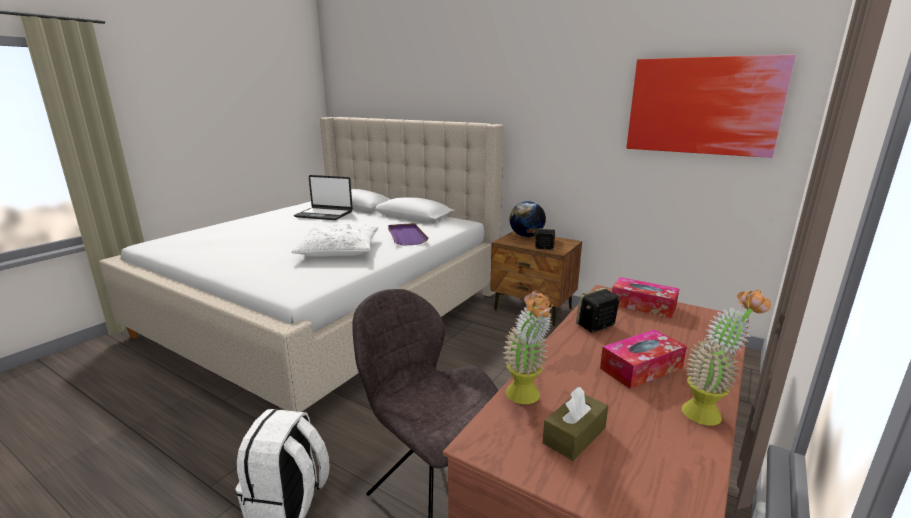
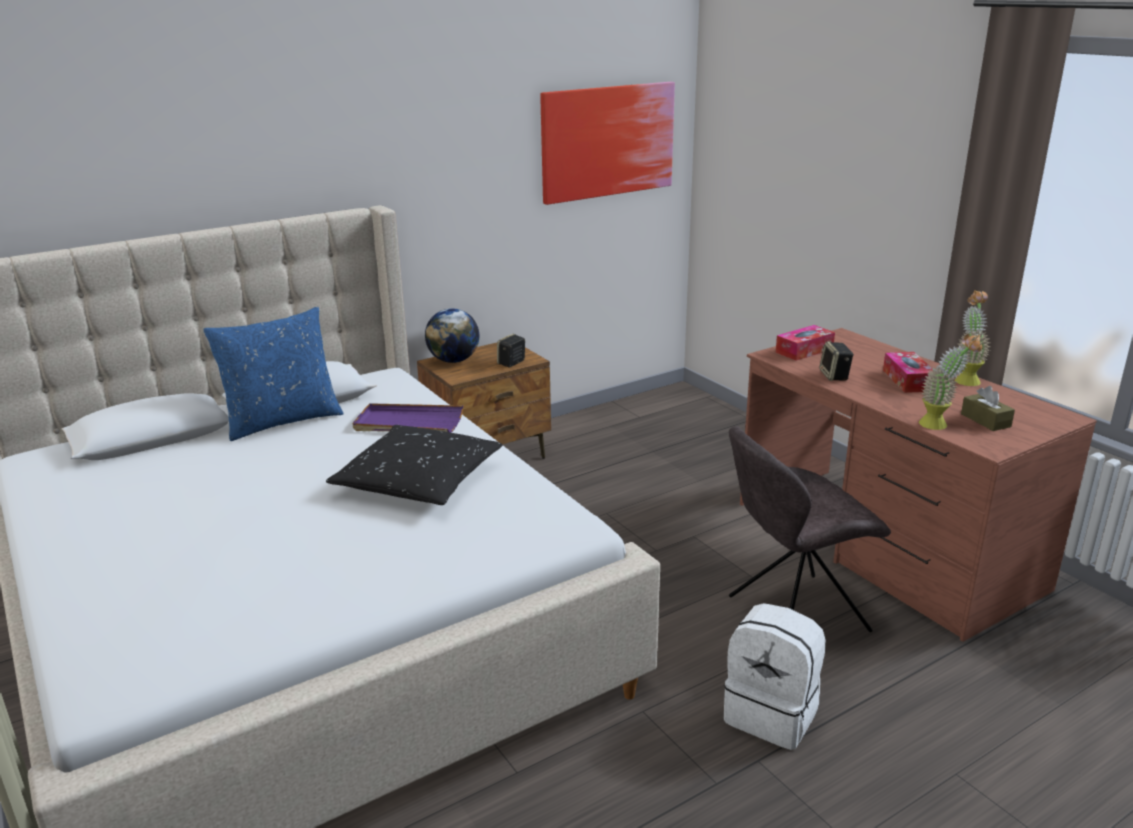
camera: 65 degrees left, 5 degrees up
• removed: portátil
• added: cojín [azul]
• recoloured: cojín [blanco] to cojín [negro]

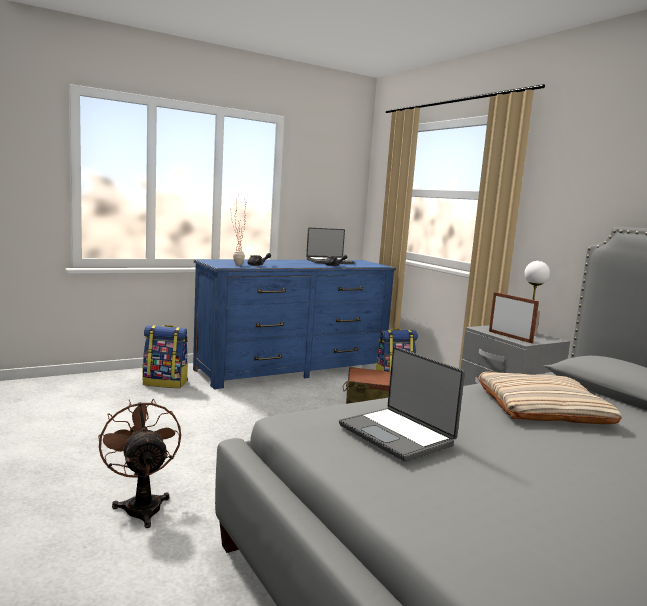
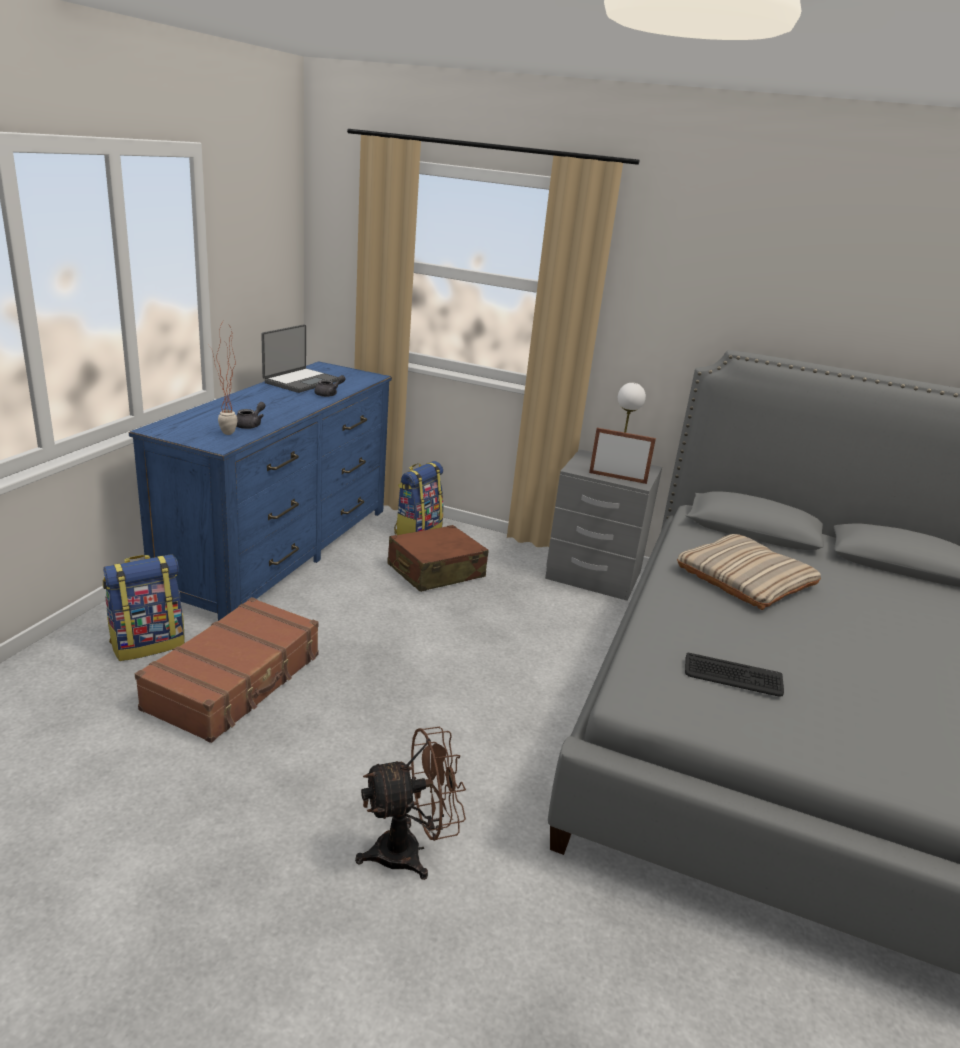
camera: 40 degrees left, 15 degrees up
• added: maleta [marrón] (1st from left)
• replaced: portátil (2nd from left) to teclado
• turned: ventilador [marrón] 135 degrees clockwise

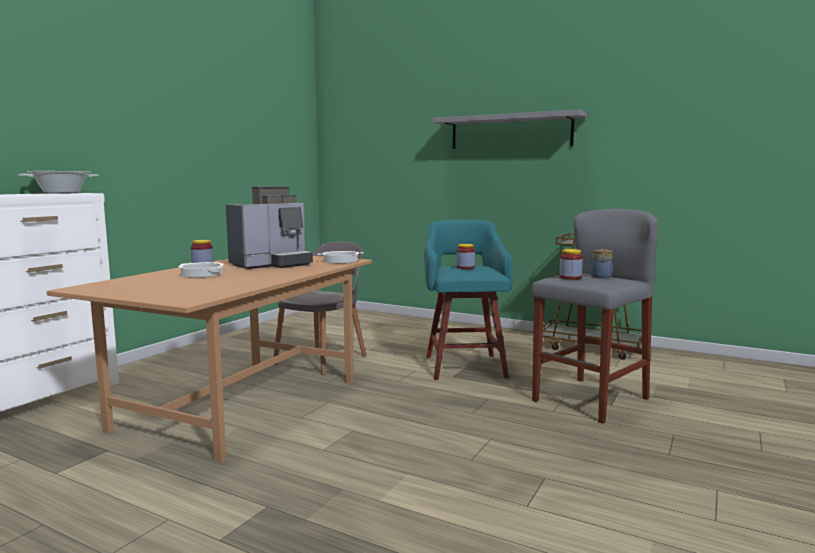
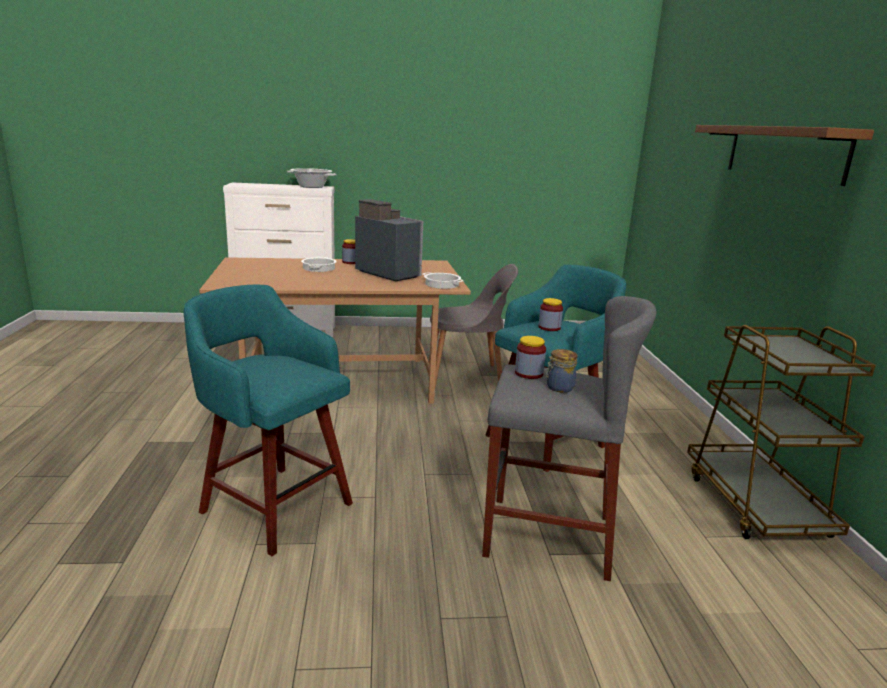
camera: 55 degrees right, 10 degrees up
• added: taburete [turquesa] (1st from left)
• recoloured: estante [gris] to estante [marrón]
• turned: cafetera 150 degrees counterclockwise

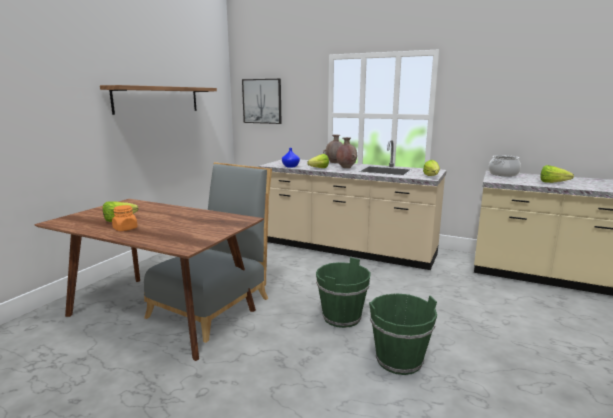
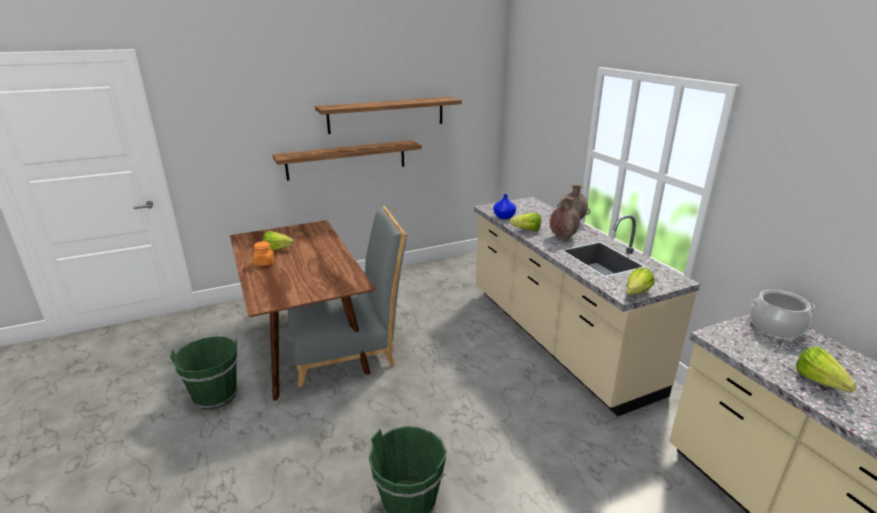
camera: 40 degrees right, 10 degrees up
• removed: cuadro
• added: estante (1st from left)
• moved: cubo [verde] (1st from left)

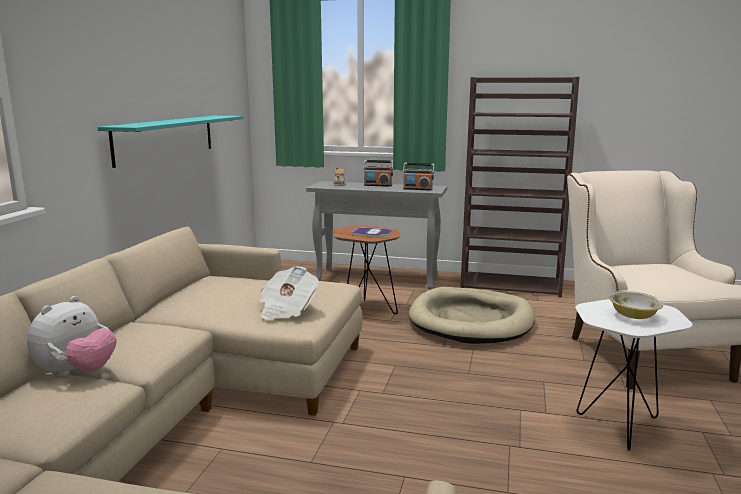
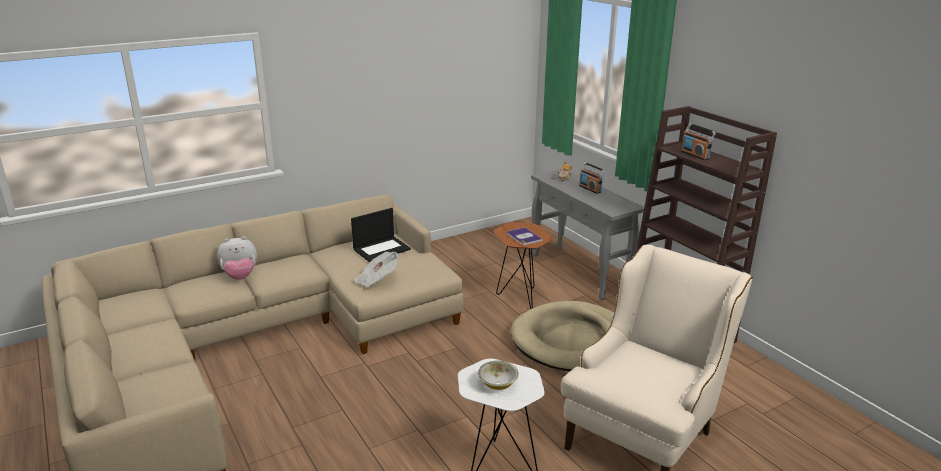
camera: 45 degrees right, 10 degrees up
• removed: estante [turquesa]
• added: portátil
• moved: radio (2nd from left)

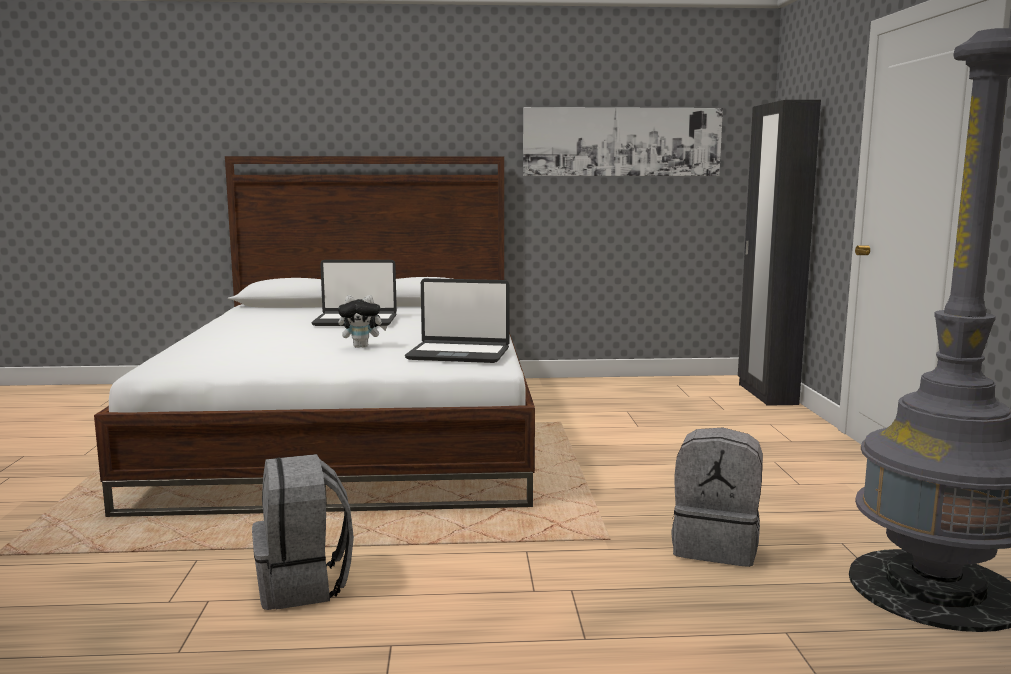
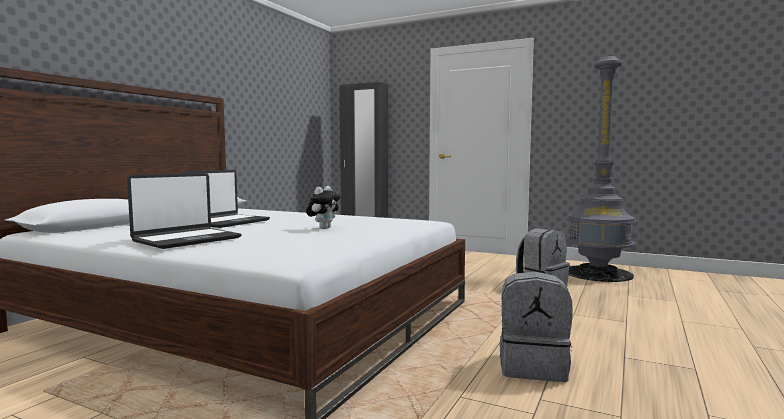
camera: 60 degrees left, 5 degrees down
• removed: cuadro
• moved: portátil (2nd from left in the first image) to portátil (1st from left)

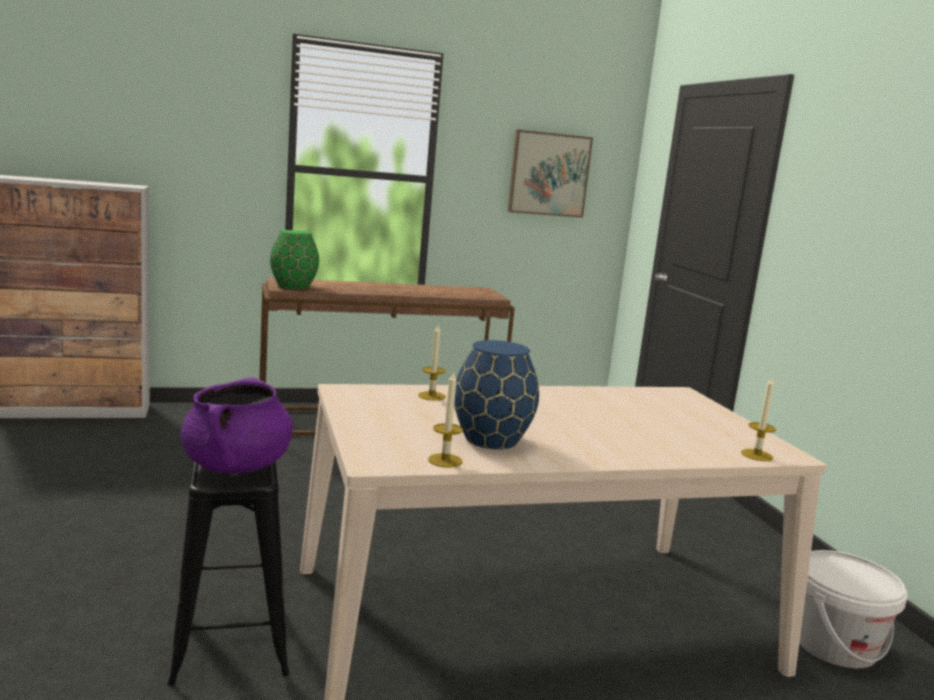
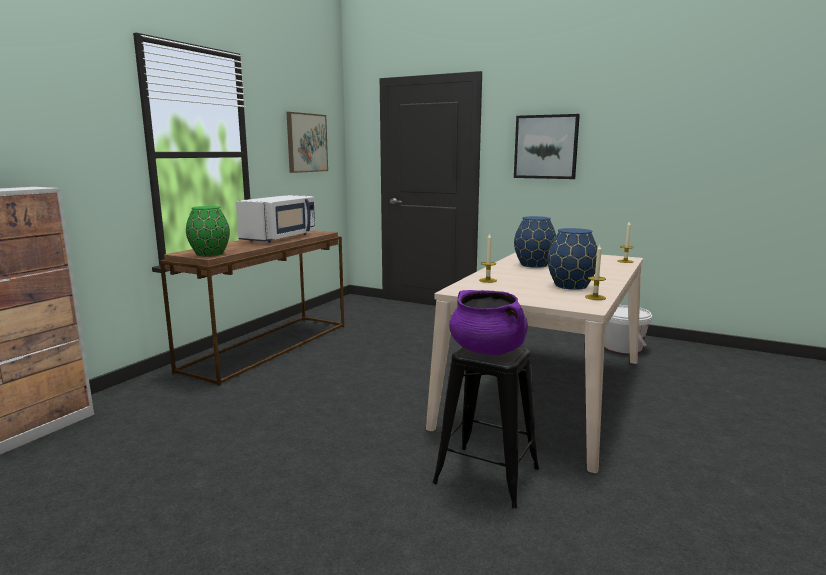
camera: 45 degrees left, 0 degrees up
• added: microondas [blanco]
• added: cuadro (2nd from left)
• added: florero [azul] (1st from left)

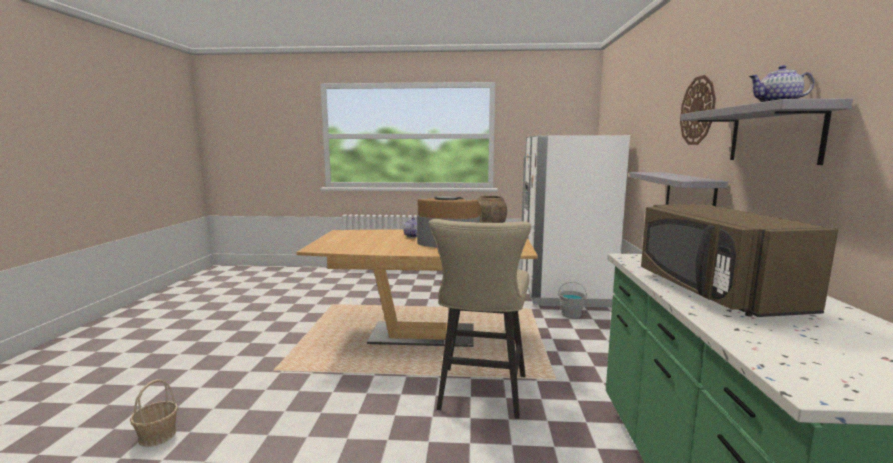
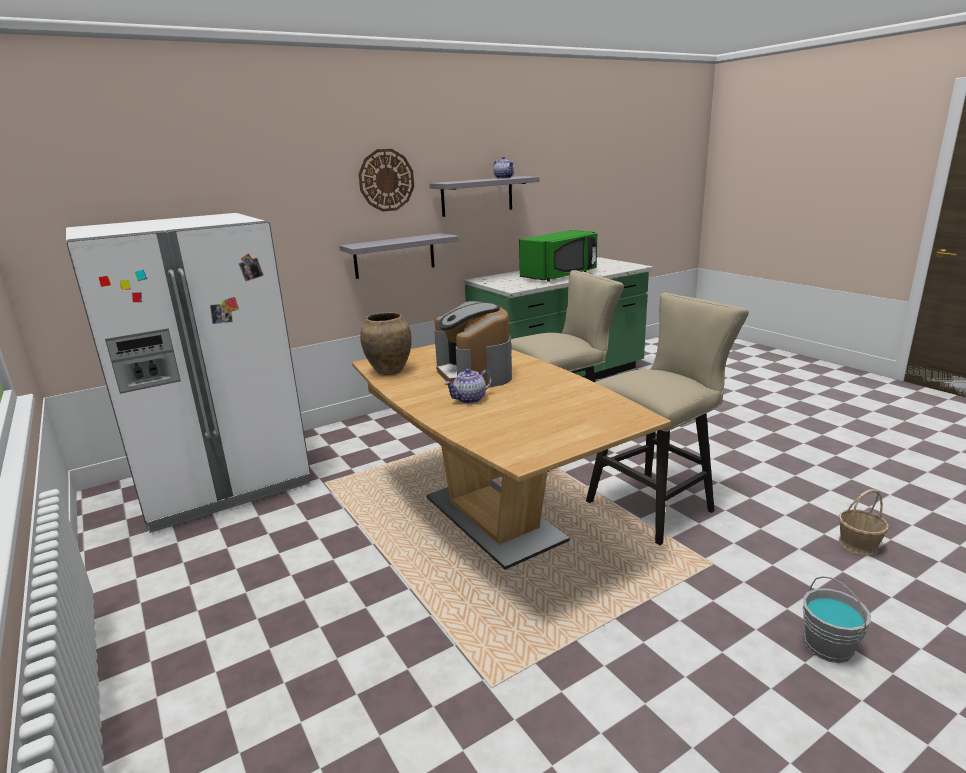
camera: 125 degrees left, 10 degrees up
• added: taburete [beis] (2nd from left)
• moved: cubo [gris]
• recoloured: microondas [marrón] to microondas [verde]

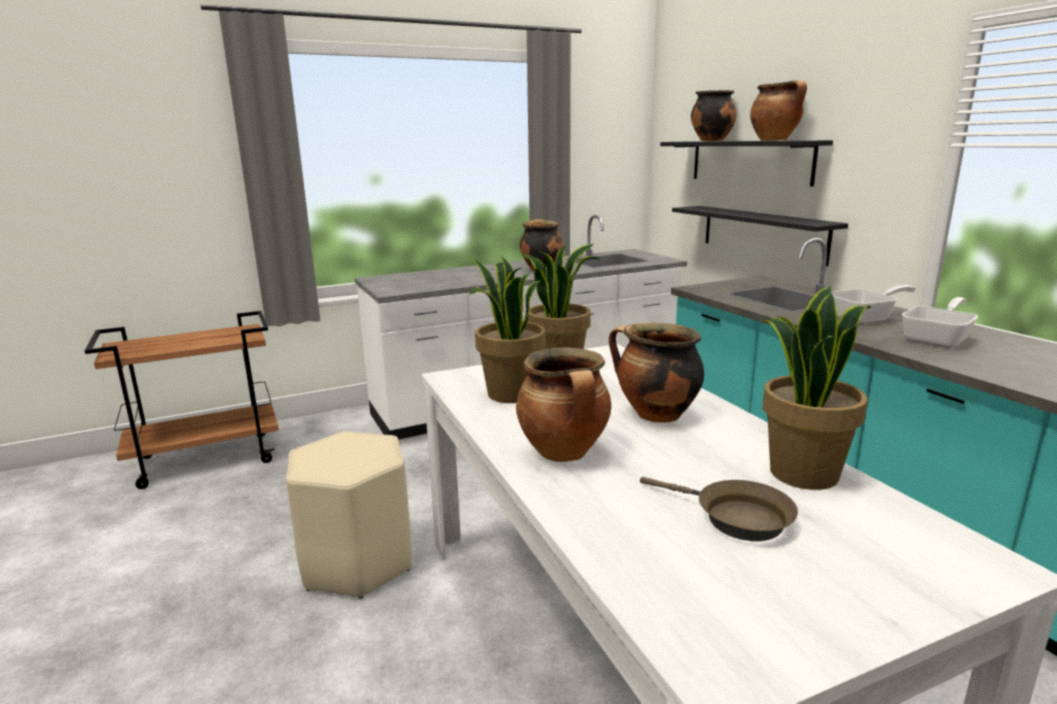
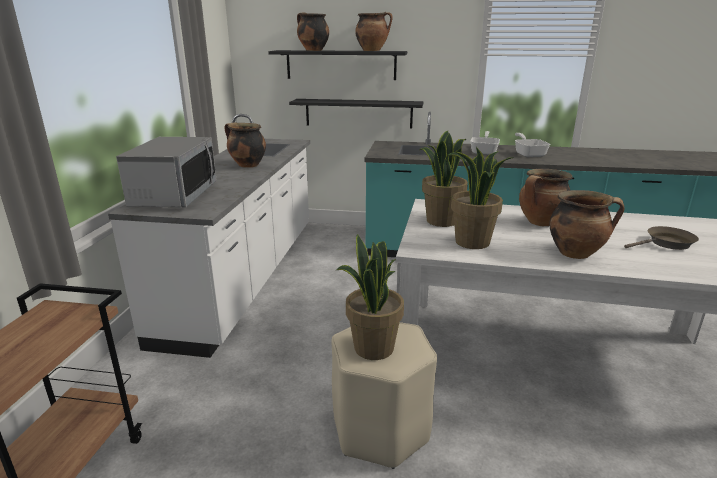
camera: 55 degrees left, 5 degrees up
• added: microondas
• moved: planta en maceta (3rd from left in the first image) to planta en maceta (1st from left)

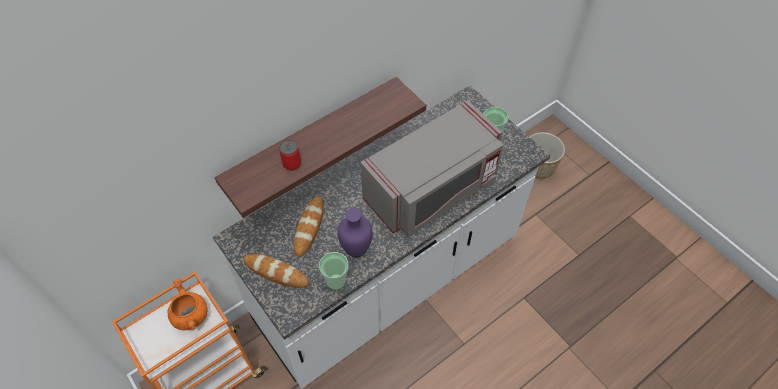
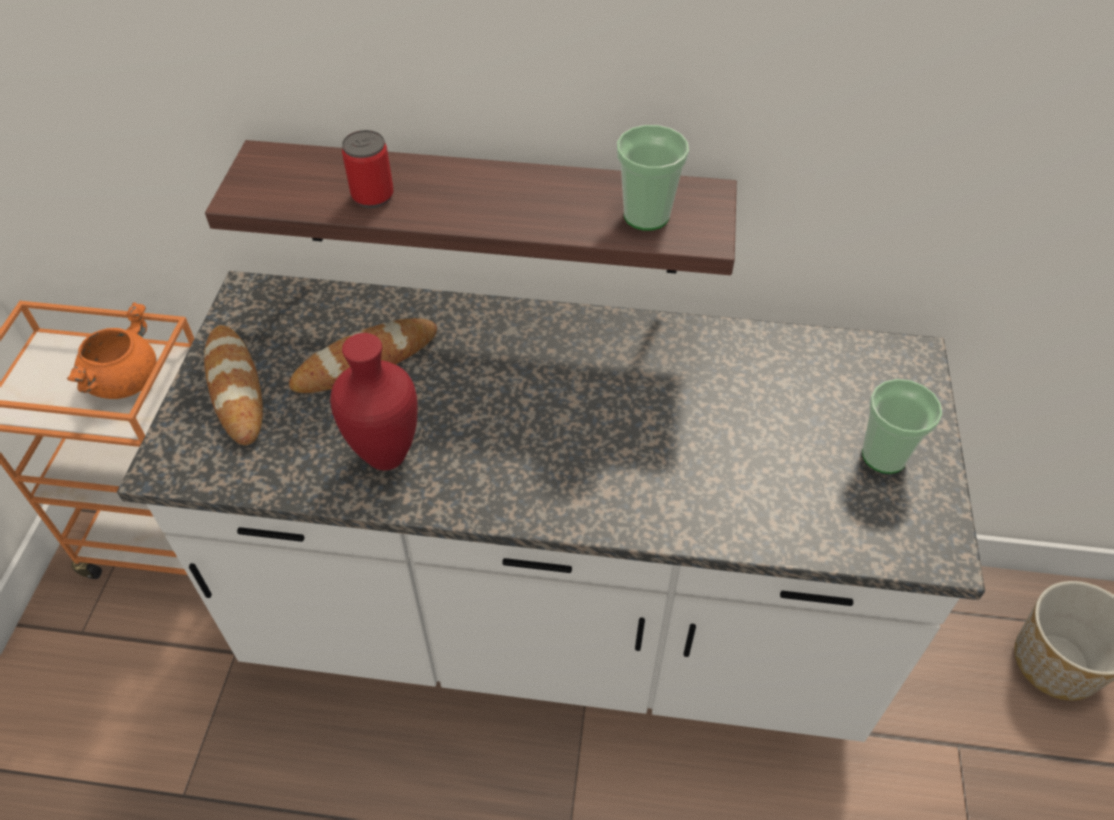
camera: 45 degrees right, 5 degrees down
• removed: microondas [gris]
• moved: taza (1st from left)
• recoloured: florero [morado] to florero [rojo]

